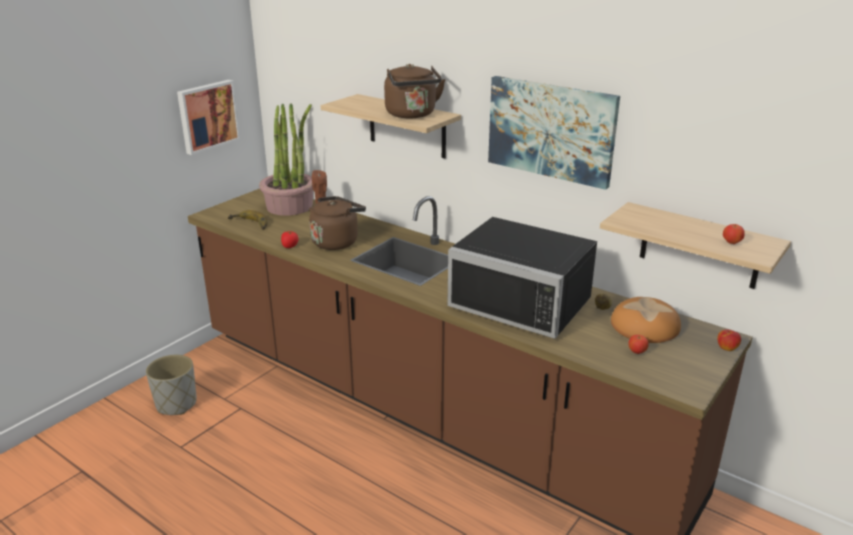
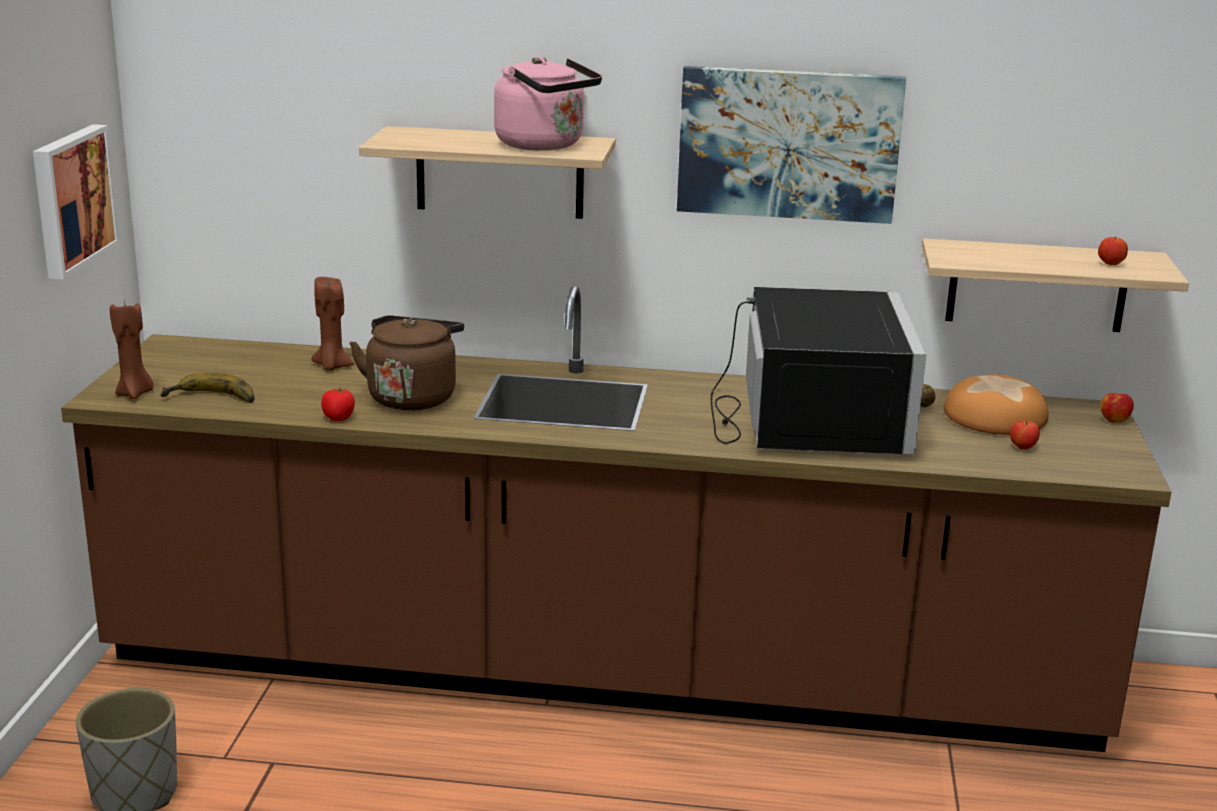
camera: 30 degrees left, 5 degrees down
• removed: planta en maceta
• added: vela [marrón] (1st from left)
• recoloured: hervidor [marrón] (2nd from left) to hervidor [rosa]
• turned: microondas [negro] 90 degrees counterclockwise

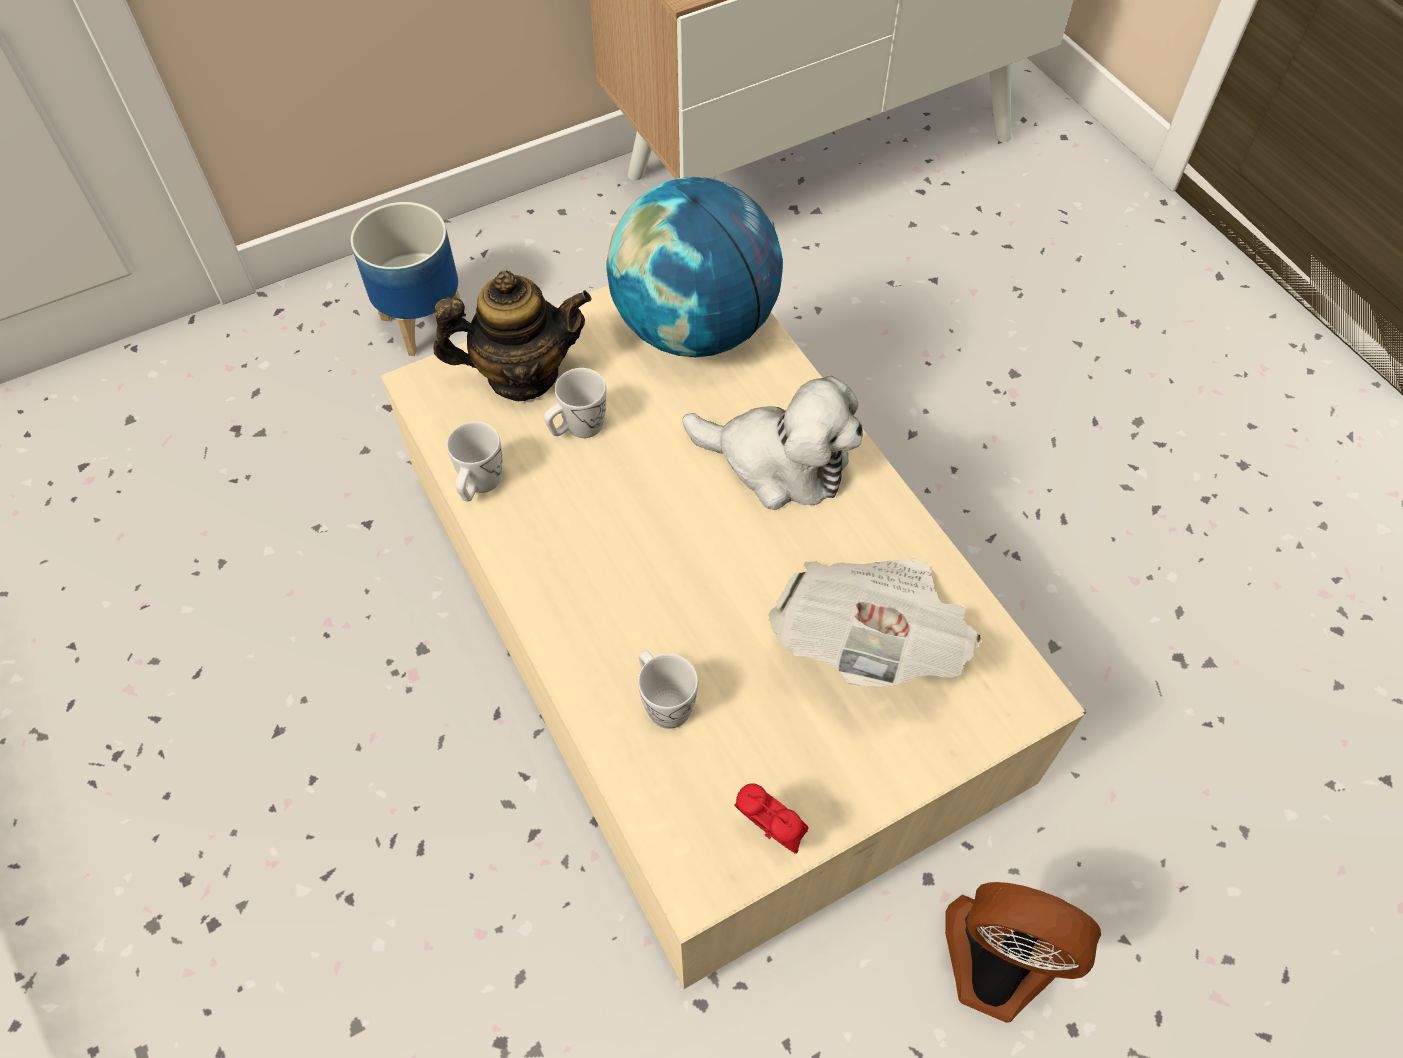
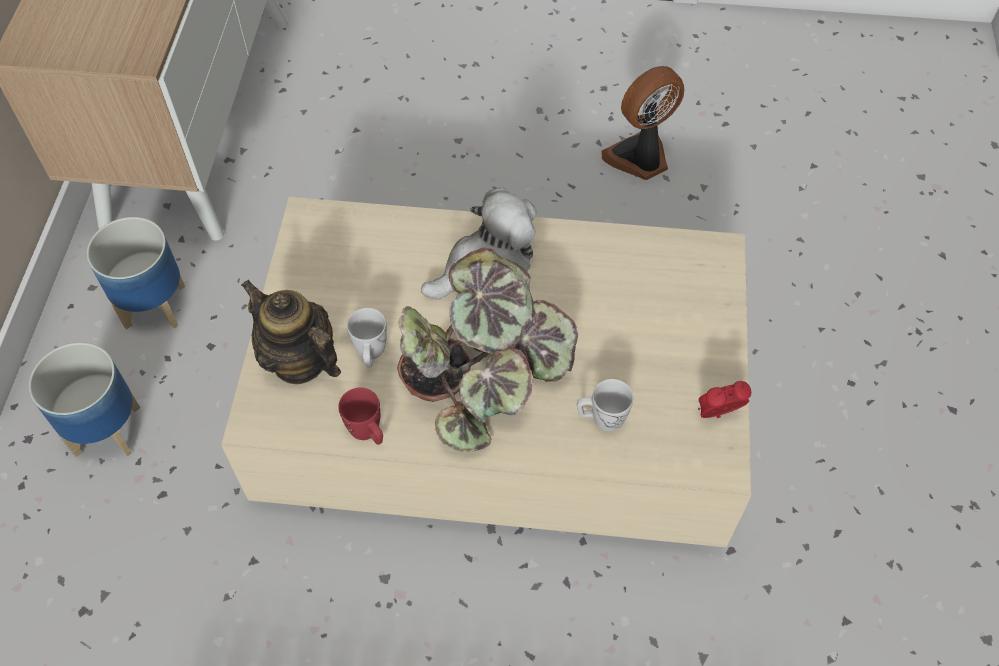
camera: 55 degrees left, 0 degrees up
• removed: globo terráqueo
• removed: periódico
• added: maceta (2nd from left)
• added: planta en maceta
• moved: ventilador
• recoloured: taza grande [blanco] (1st from left) to taza grande [rojo]
• turned: tetera 75 degrees counterclockwise

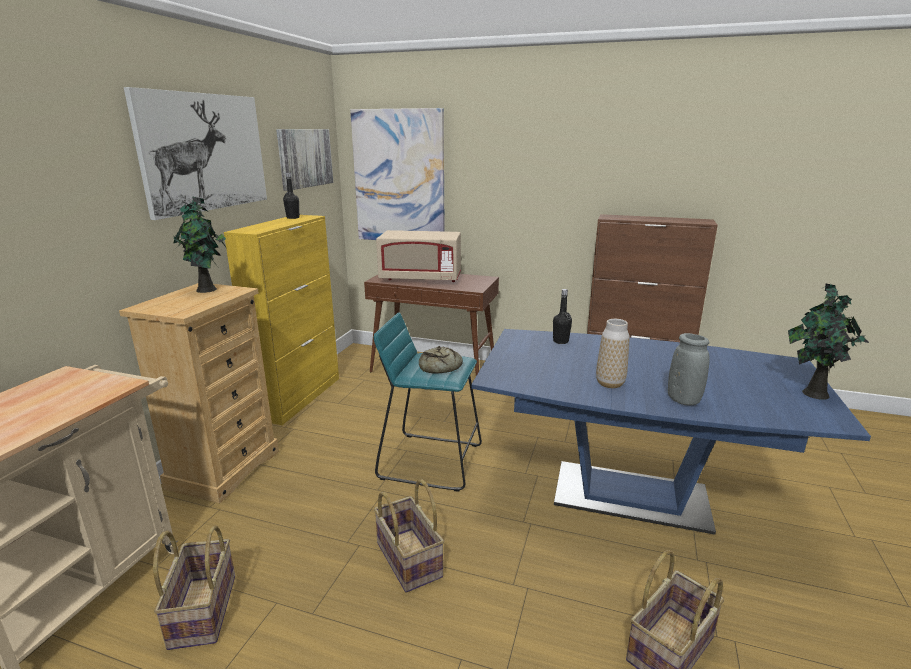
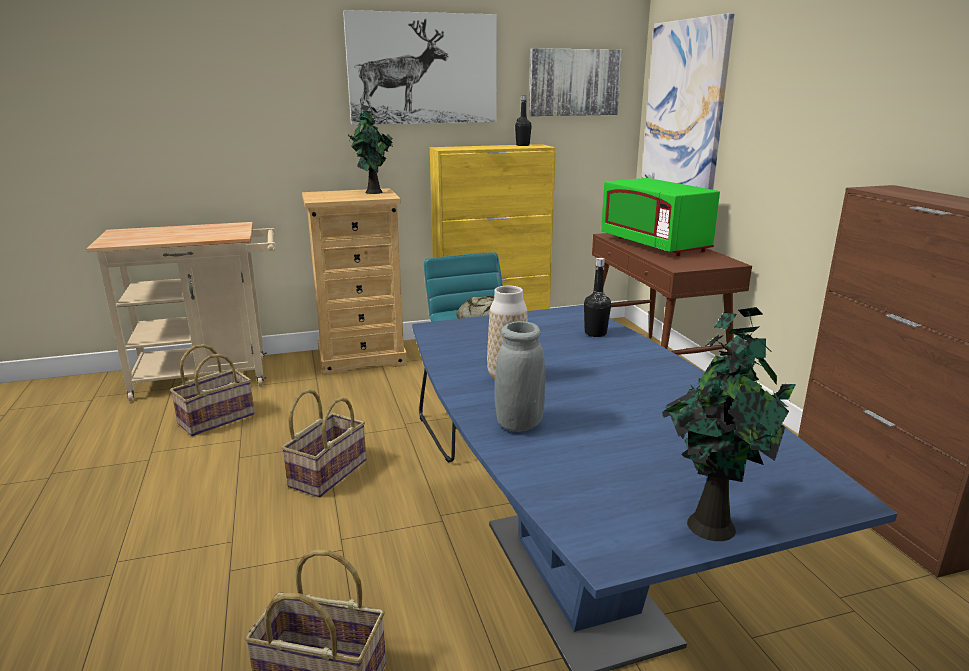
camera: 55 degrees right, 0 degrees up
• recoloured: microondas [beis] to microondas [verde]

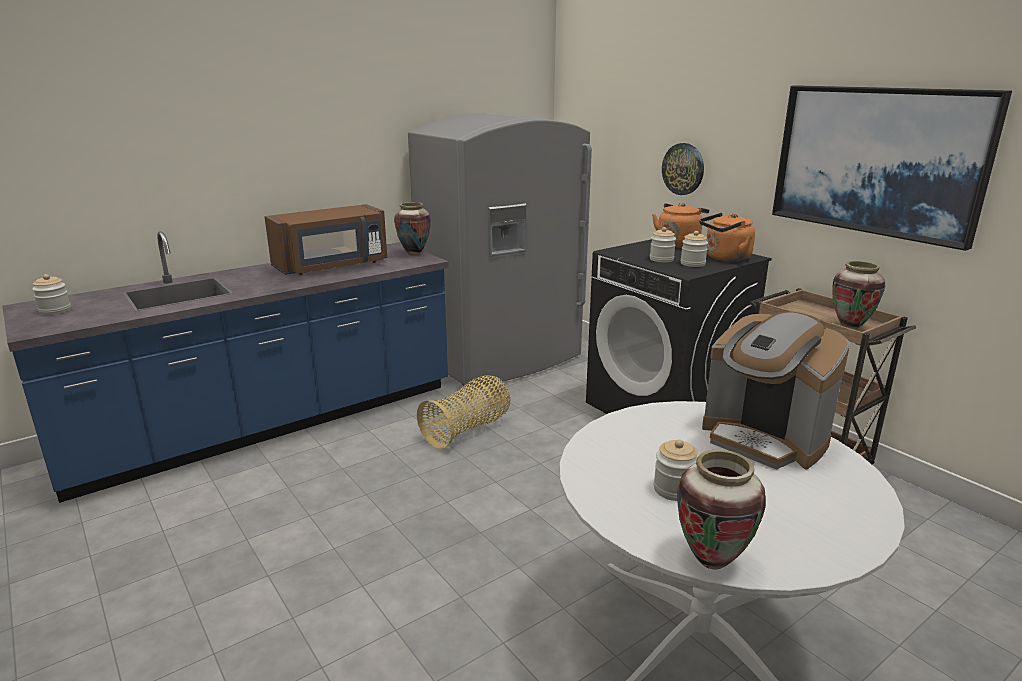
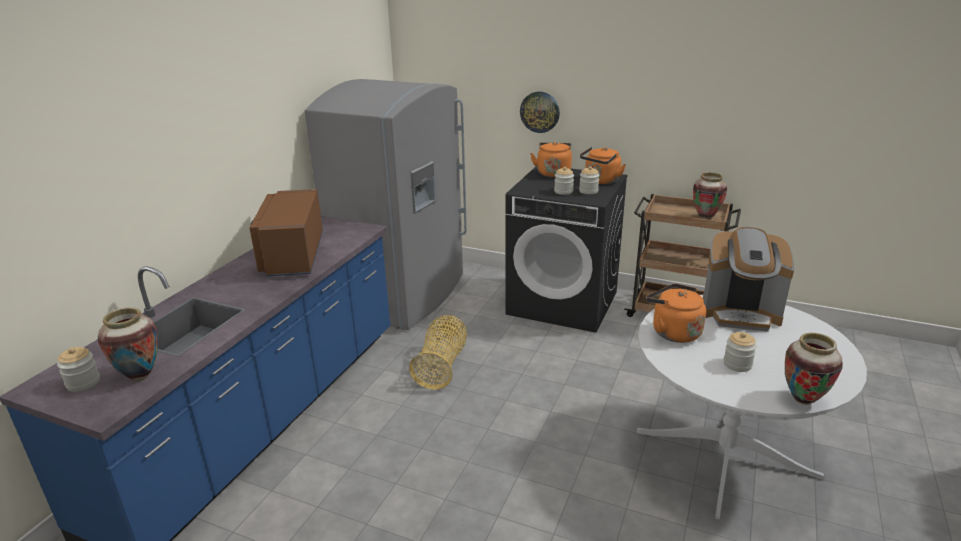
camera: 30 degrees left, 5 degrees up
• removed: cuadro
• added: hervidor [naranja] (3rd from left)
• moved: florero (1st from left)
• turned: microondas [marrón] 150 degrees clockwise

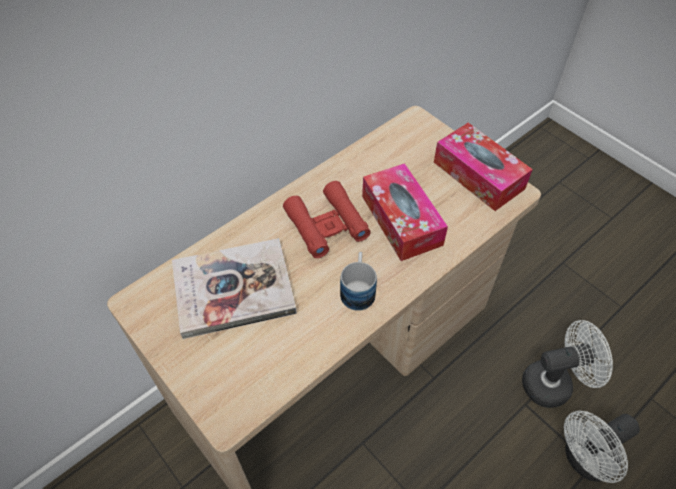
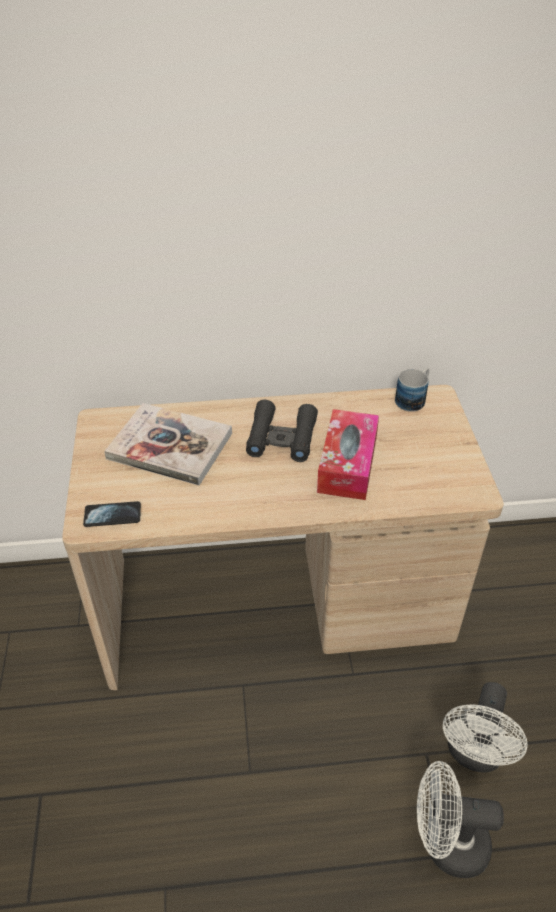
camera: 35 degrees right, 10 degrees down
• removed: caja de pañuelos (2nd from left)
• added: móvil
• moved: taza grande
• recoloured: prismáticos [rojo] to prismáticos [negro]
• turned: ventilador [blanco] (1st from left in the first image) 90 degrees clockwise

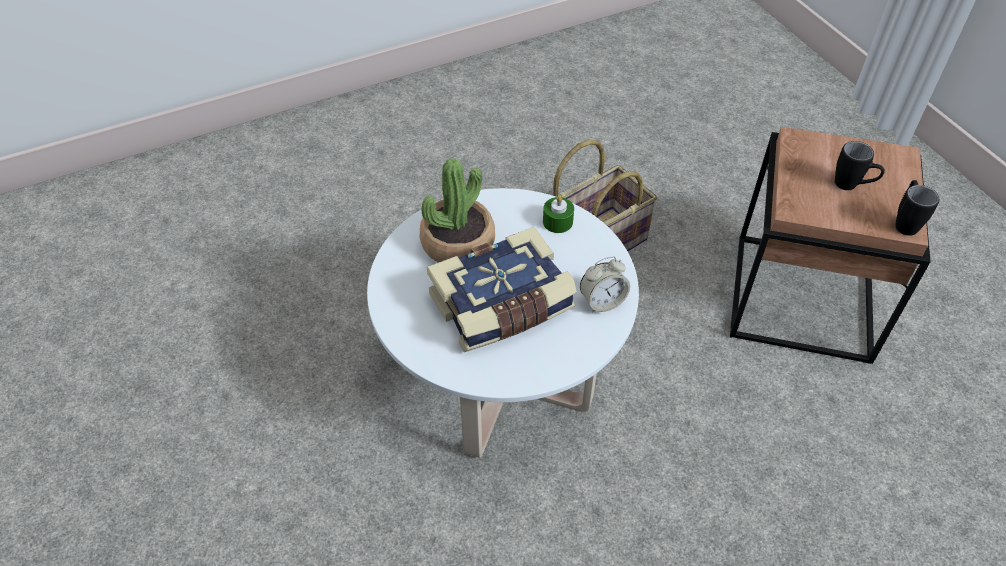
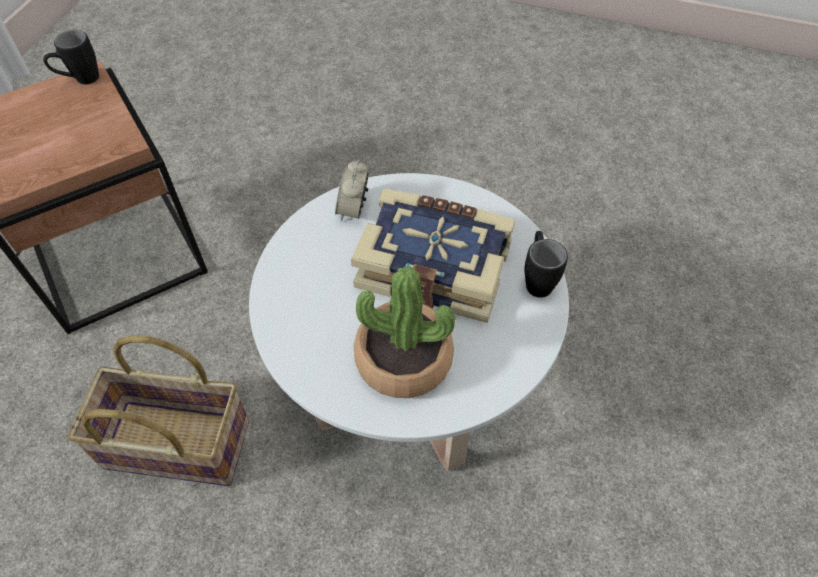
camera: 135 degrees left, 5 degrees up
• removed: vela [verde]
• moved: taza grande [negro] (1st from left in the first image) to taza grande [negro] (2nd from left)
• turned: despertador 105 degrees counterclockwise

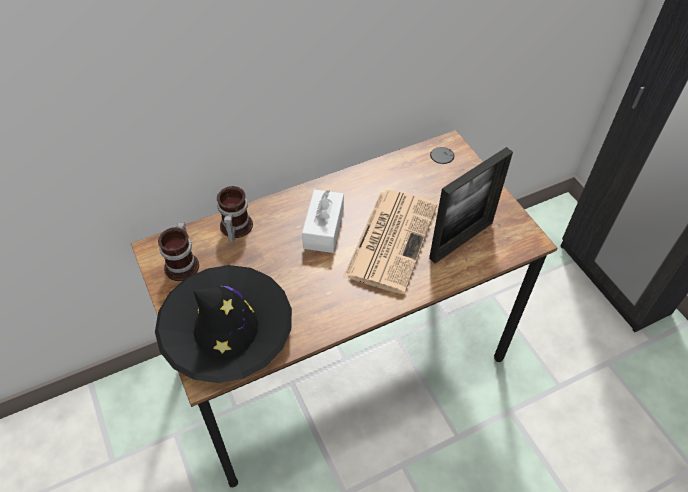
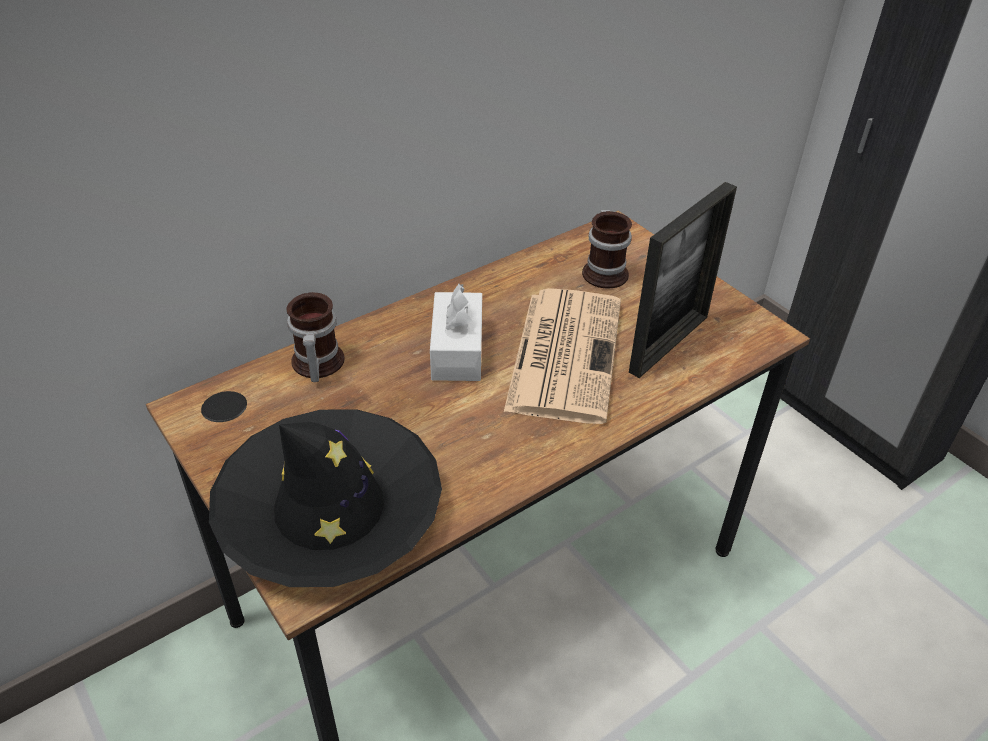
camera: 10 degrees left, 10 degrees down
• moved: taza grande (1st from left in the first image) to taza grande (2nd from left)

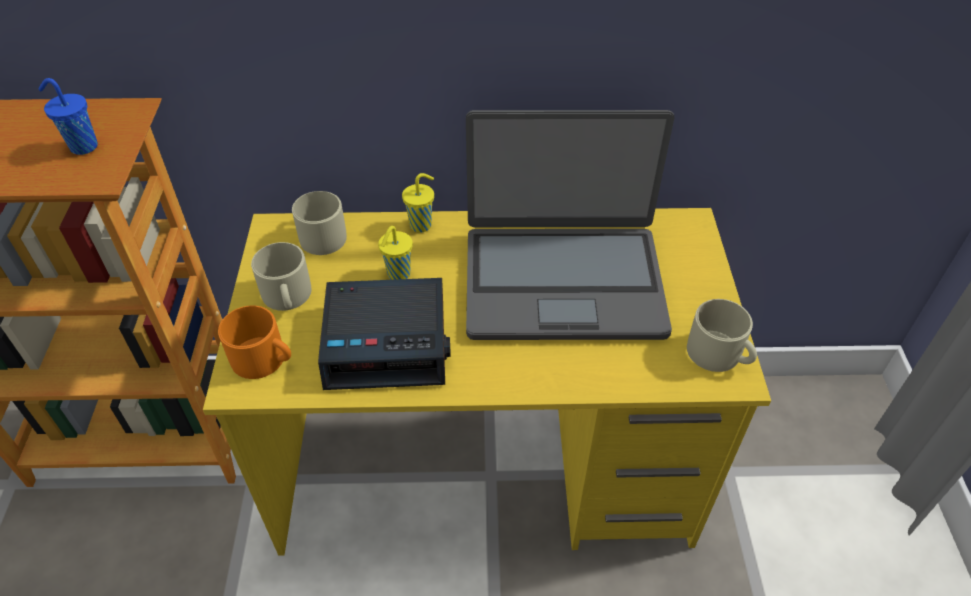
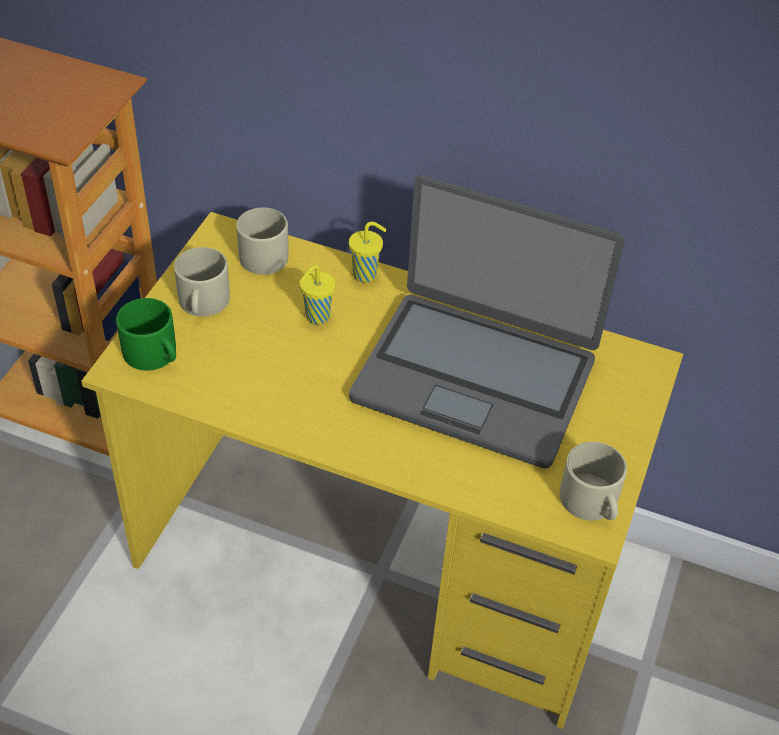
camera: 20 degrees right, 0 degrees up
• removed: taza [azul]
• removed: despertador
• recoloured: taza grande [naranja] to taza grande [verde]

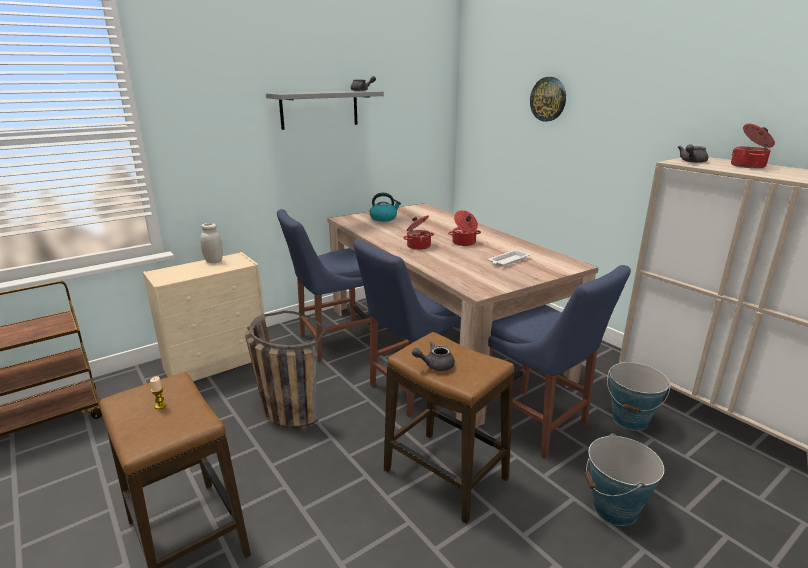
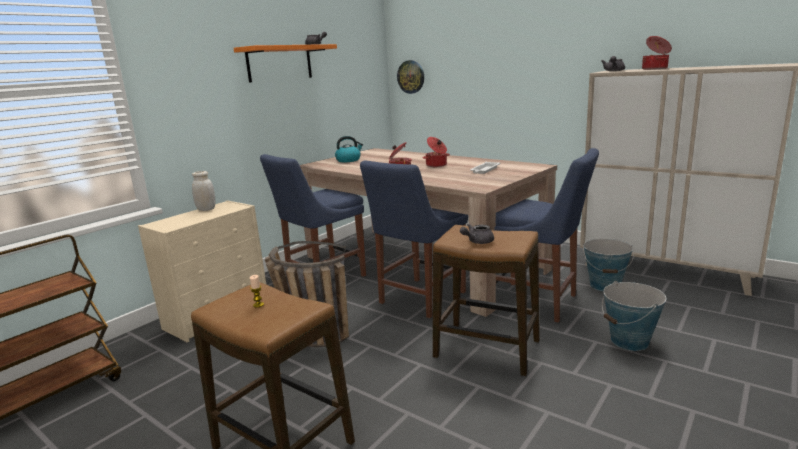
camera: 15 degrees left, 5 degrees down
• moved: reloj de pared
• recoloured: estante [gris] to estante [naranja]

